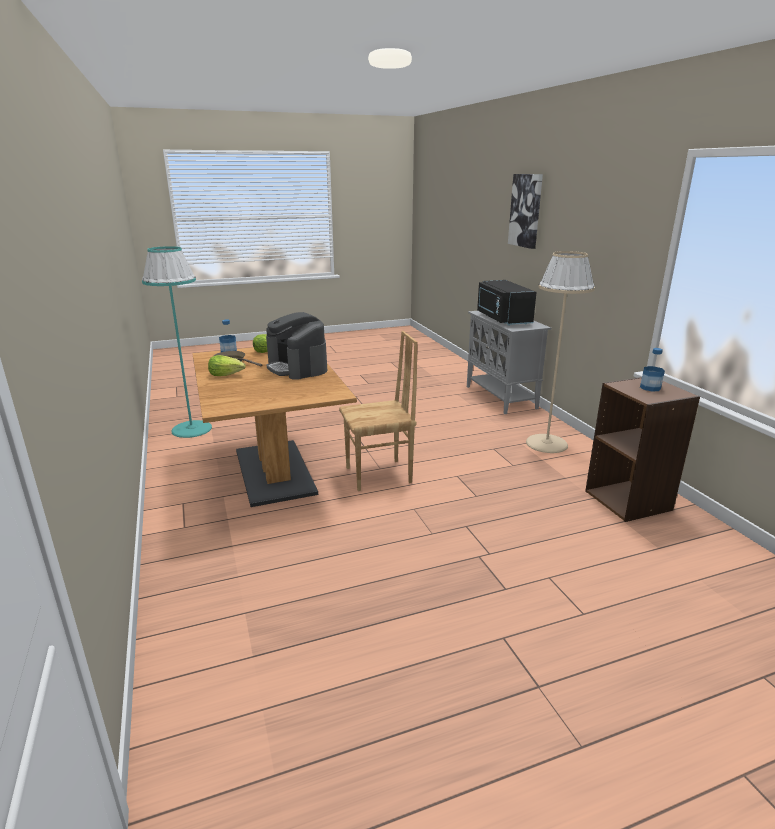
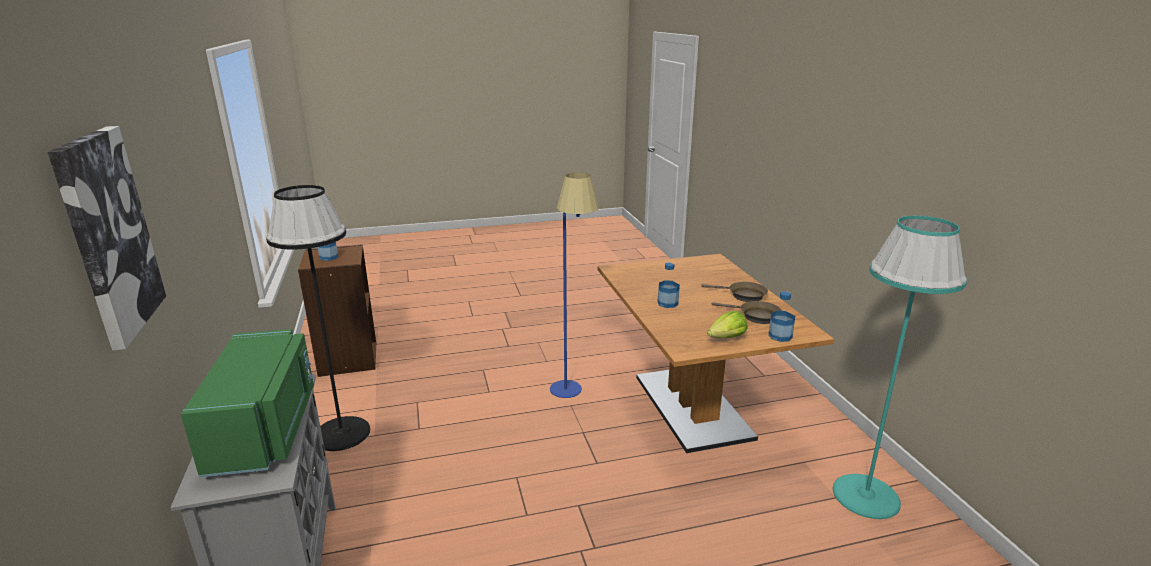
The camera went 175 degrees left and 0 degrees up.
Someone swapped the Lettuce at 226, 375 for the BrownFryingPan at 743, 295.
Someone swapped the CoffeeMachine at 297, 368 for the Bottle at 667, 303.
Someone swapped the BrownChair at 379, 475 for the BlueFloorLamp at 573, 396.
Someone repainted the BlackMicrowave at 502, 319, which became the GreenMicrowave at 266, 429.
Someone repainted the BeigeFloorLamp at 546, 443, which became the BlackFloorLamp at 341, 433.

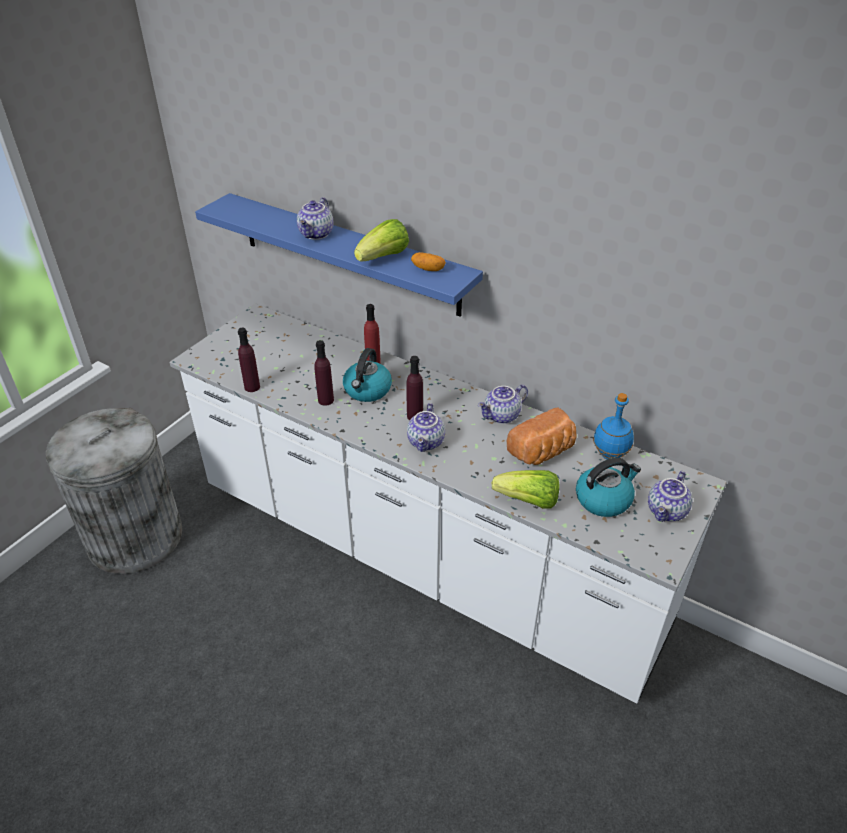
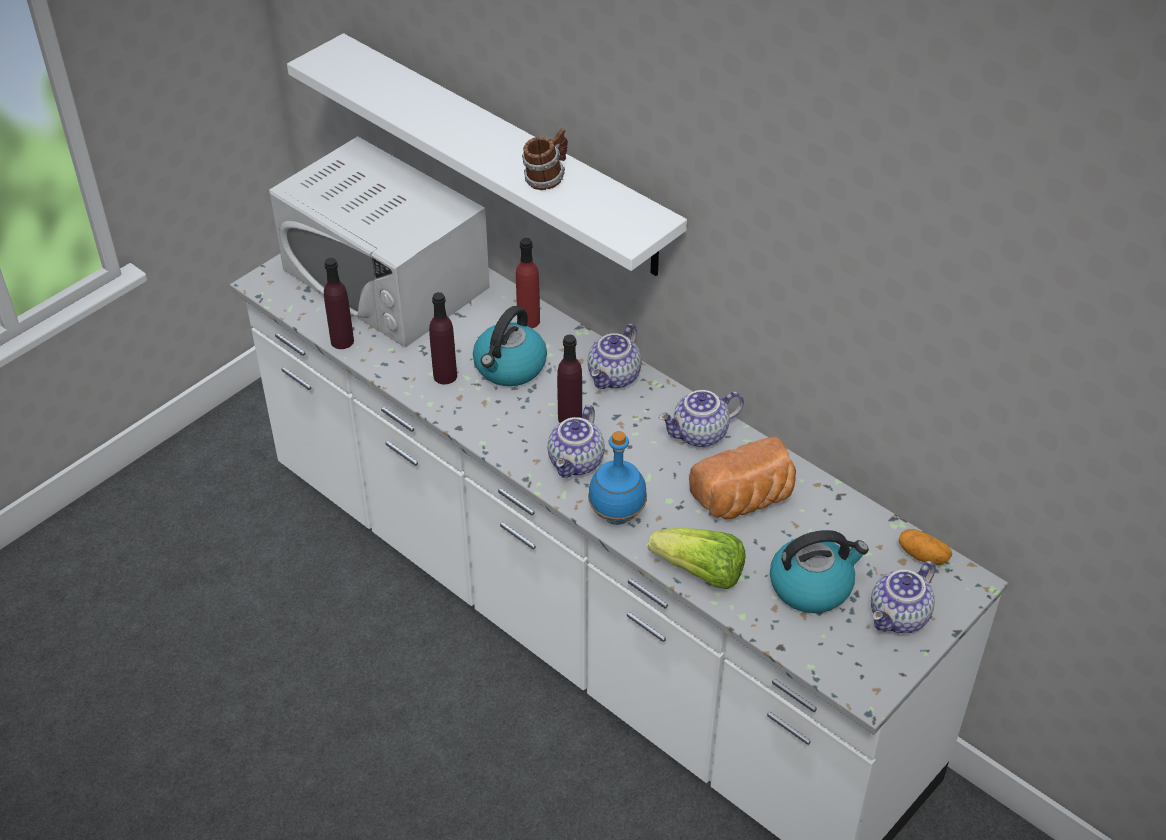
The camera went 10 degrees right and 5 degrees up.
Someone took away the GreyTrashCan at 135, 536.
Someone put down the WhiteMicrowave at 385, 278.
Someone carried the Teapot from 317, 234 to 615, 377.
Someone carried the Potato from 428, 269 to 923, 555.
Someone carried the BlueBottle from 609, 455 to 616, 515.
Someone swapped the Lettuce at 383, 257 for the Mug at 546, 179.
Someone repainted the BlueShelf at 347, 253, which became the WhiteShelf at 504, 154.

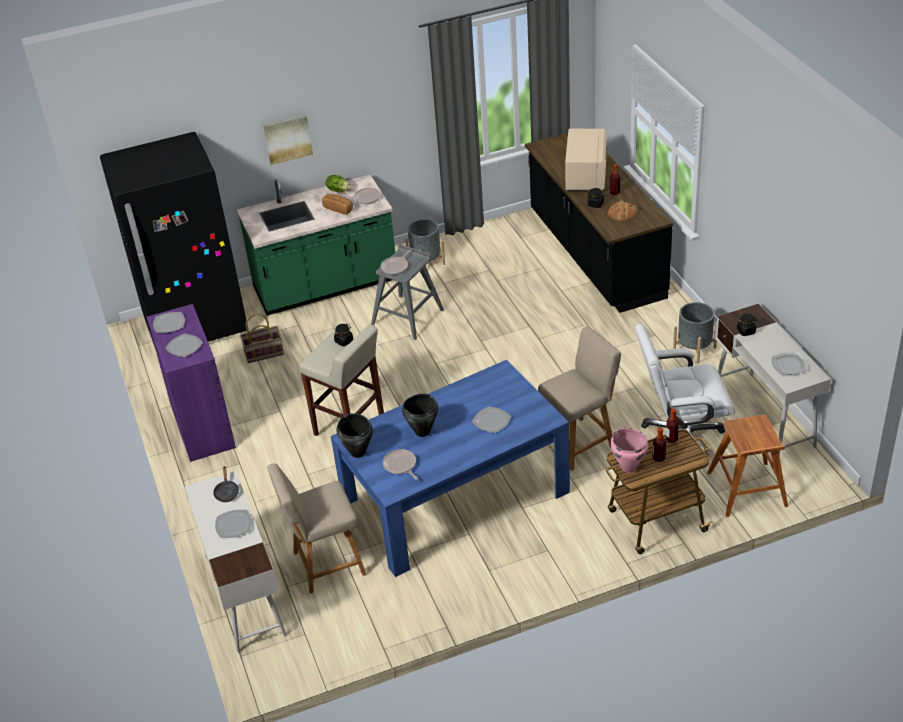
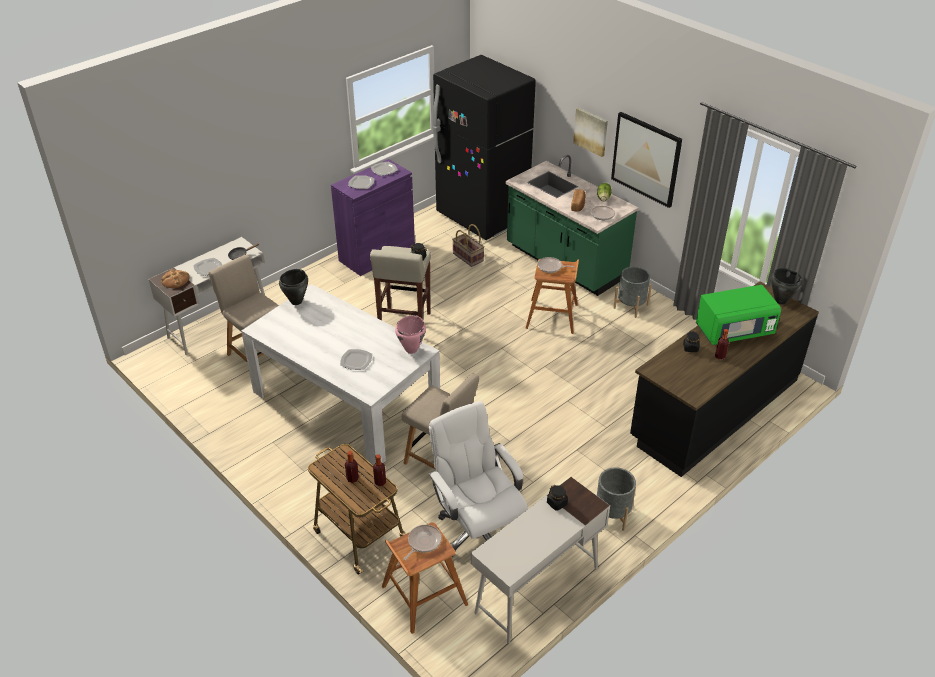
The camera went 65 degrees right and 0 degrees up.
Someone took away the Plate at 789, 365.
Someone put up the Picture at 646, 159.
Someone carried the FryingPan from 400, 465 to 423, 542.
Someone carried the BlackCookingPot from 422, 432 to 780, 300.
Someone carried the Bread from 622, 213 to 175, 280.
Someone carried the PinkCookingPot from 628, 467 to 411, 349.
Someone repainted the BlueDiningTable at 456, 498, which became the WhiteDiningTable at 346, 402.
Someone repainted the GreyStool at 408, 316, which became the BrownStool at 552, 316.
Someone repainted the BeigeMicrowave at 585, 176, which became the GreenMicrowave at 733, 331.

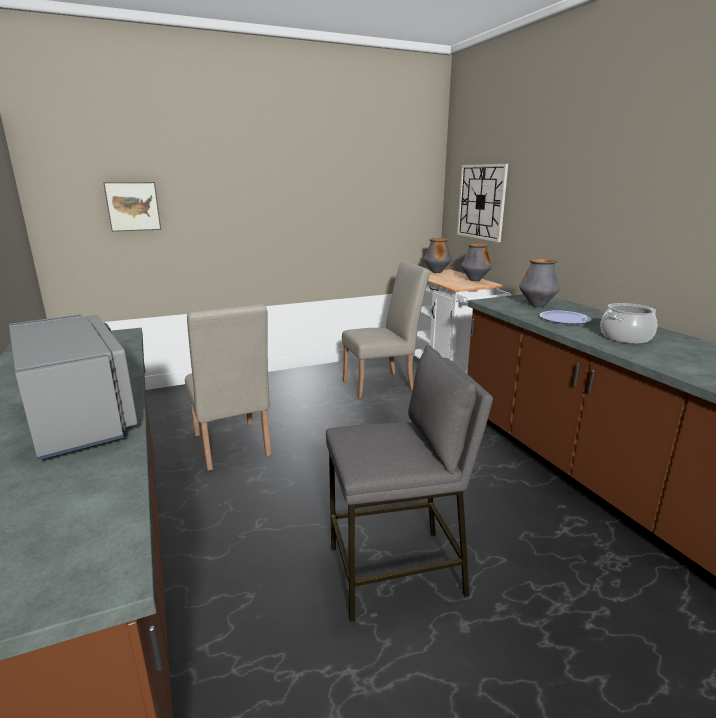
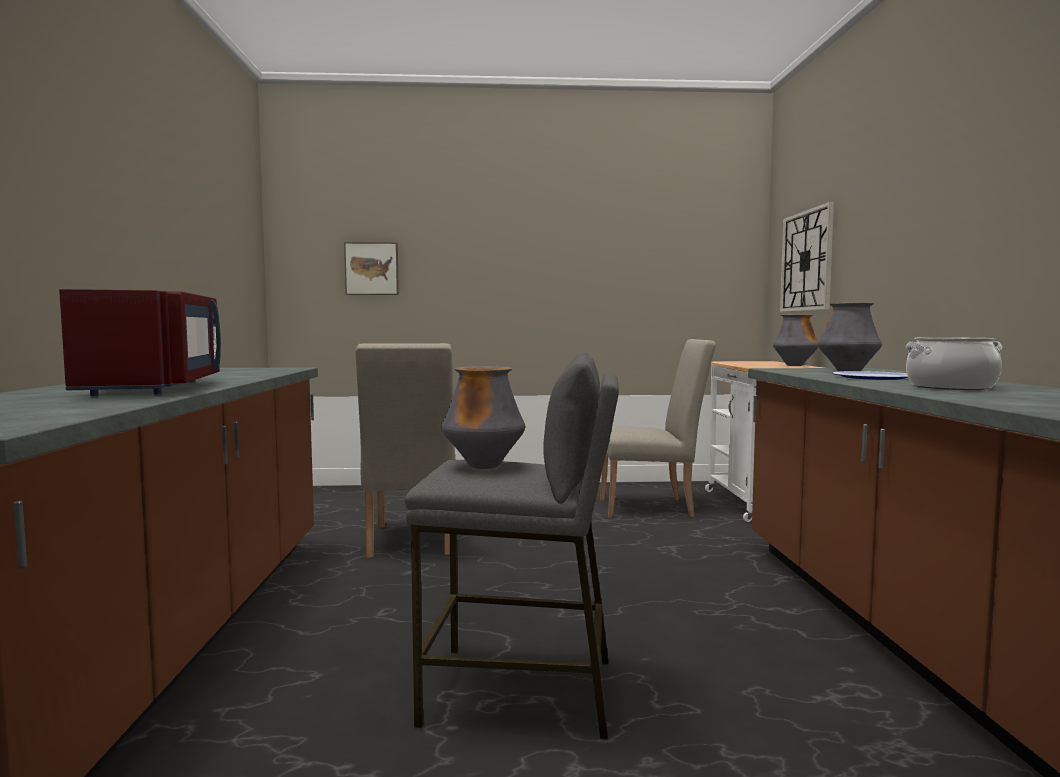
The camera went 20 degrees right and 15 degrees down.
Someone carried the Vase from 436, 272 to 484, 466.
Someone repainted the GreyMicrowave at 79, 416, which became the RedMicrowave at 156, 388.

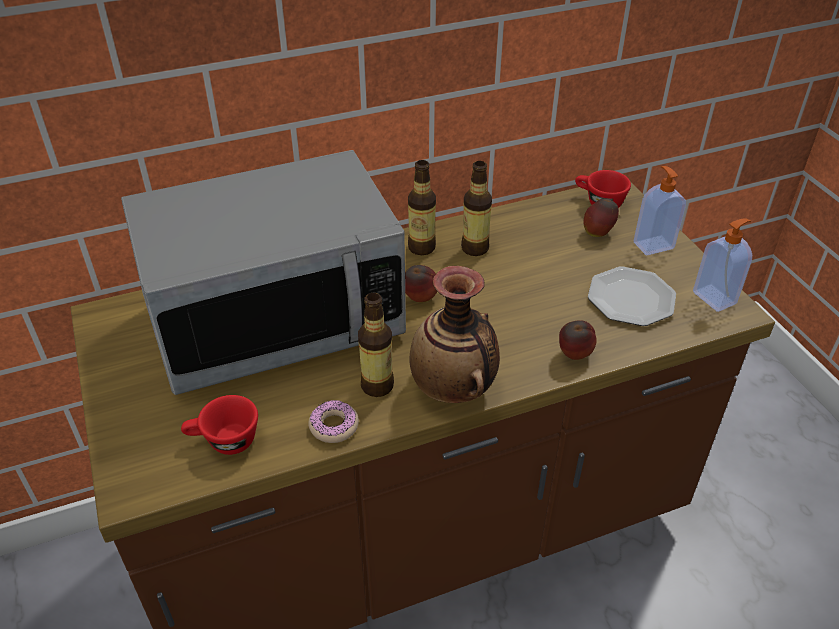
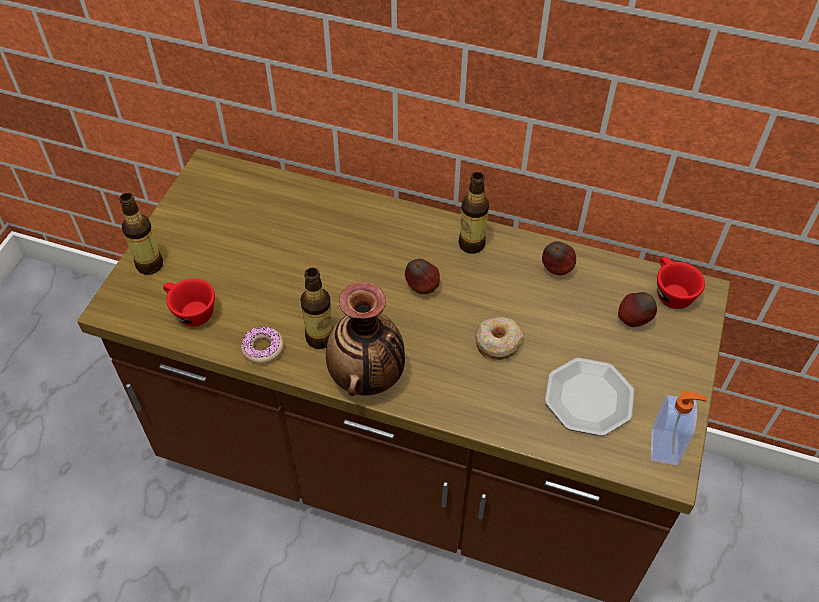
The camera went 40 degrees right and 10 degrees up.
Someone took away the Microwave at 276, 319.
Someone took away the SoapDispenser at 652, 244.
Someone put down the Donut at 497, 343.
Someone carried the Bottle from 475, 248 to 149, 265.
Someone carried the Apple from 574, 356 to 556, 270.

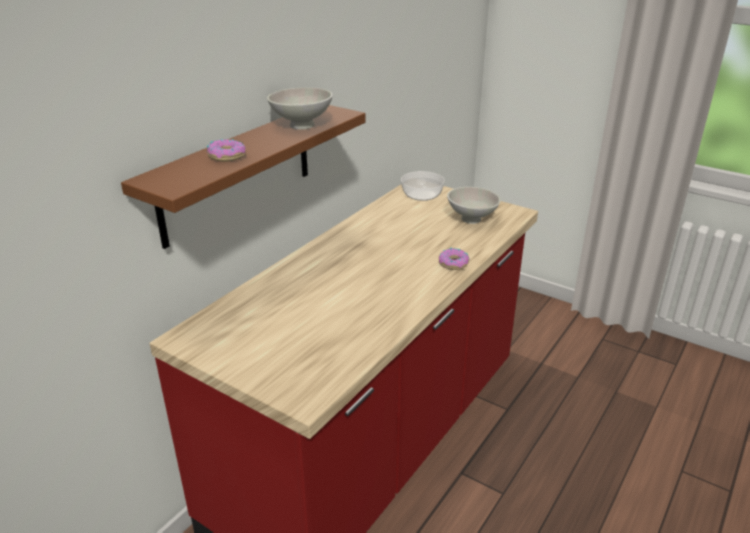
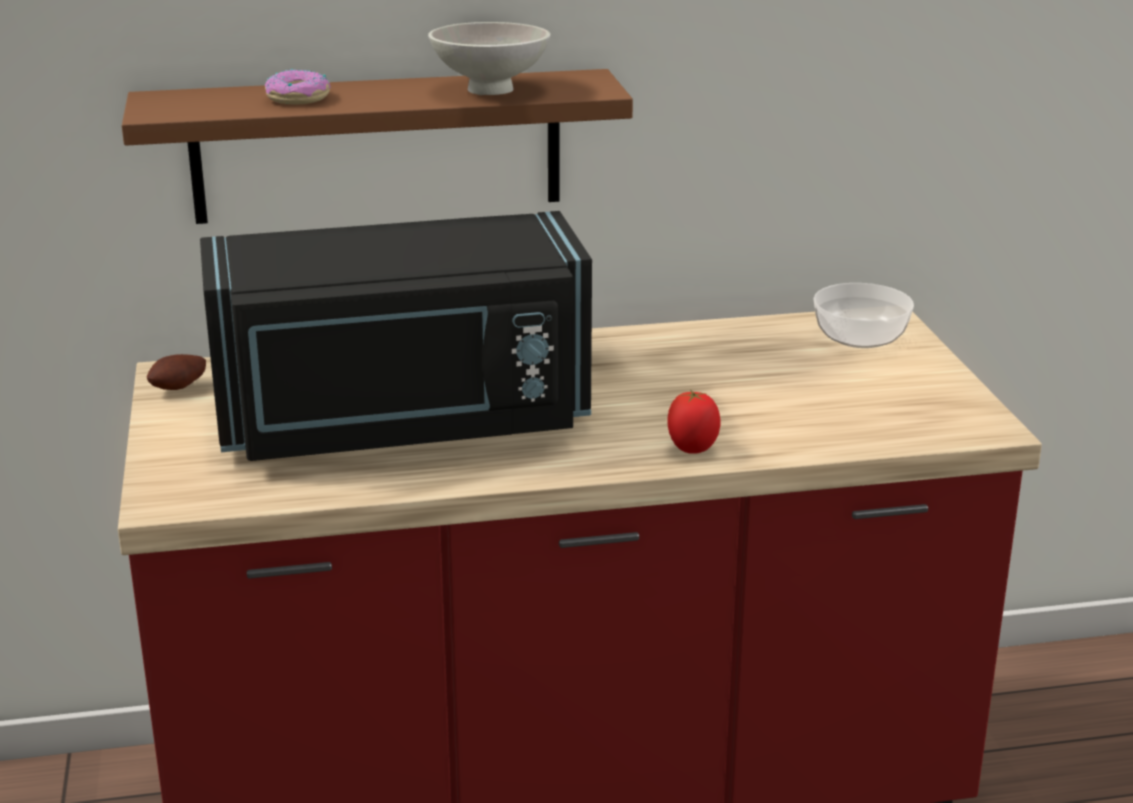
The camera went 45 degrees right and 5 degrees down.
Someone took away the WhiteBowl at 471, 218.
Someone put down the Potato at 180, 389.
Someone put down the BlackMicrowave at 403, 424.
Someone swapped the Donut at 454, 263 for the Tomato at 692, 449.

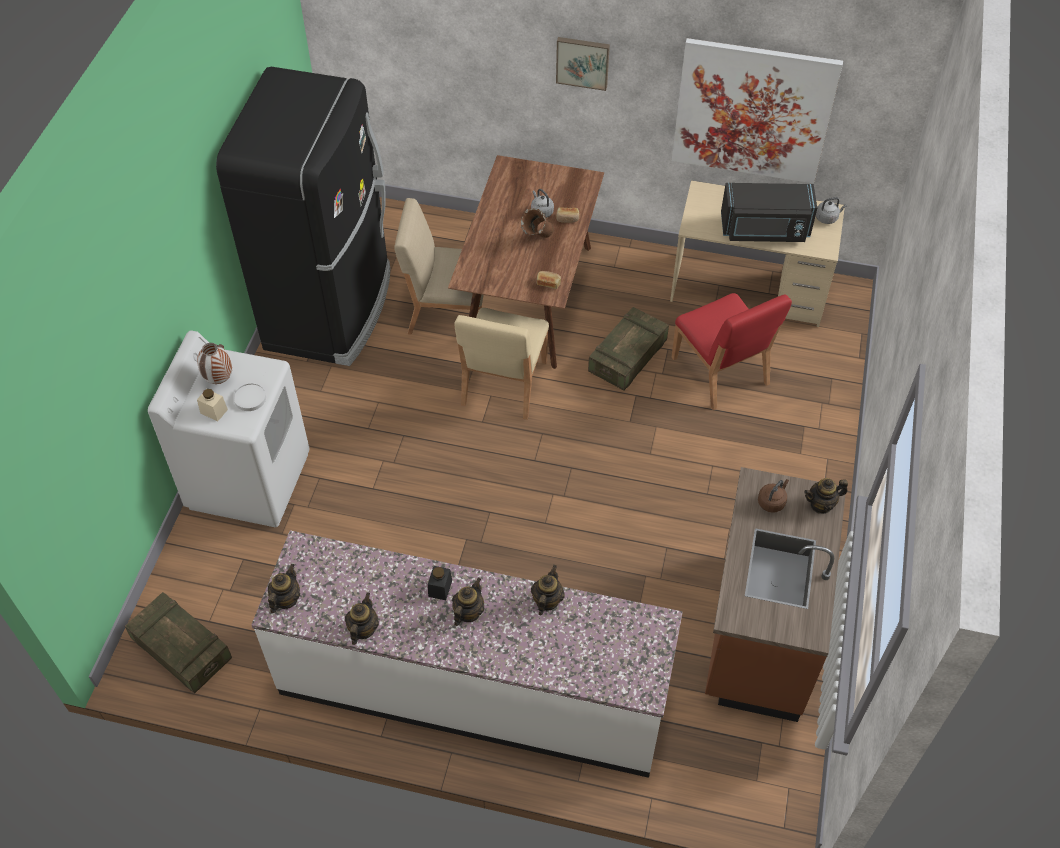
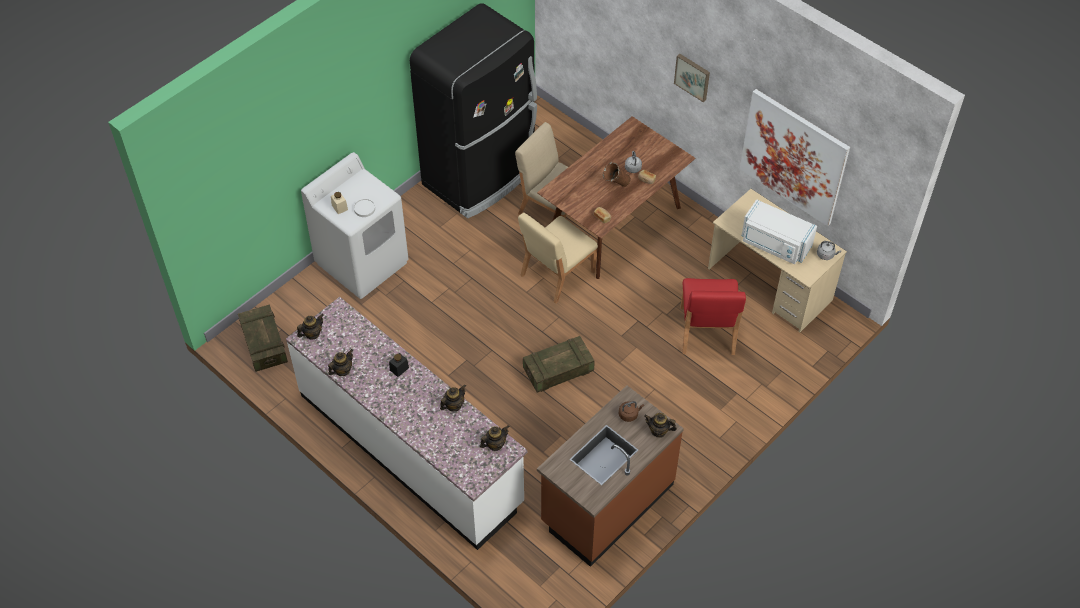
The camera went 30 degrees right and 0 degrees up.
Someone took away the Vase at 219, 380.
Someone carried the Teapot from 468, 612 to 495, 444.
Someone carried the Crate from 627, 358 to 558, 370.
Someone repainted the BlackMicrowave at 765, 230, which became the WhiteMicrowave at 774, 244.

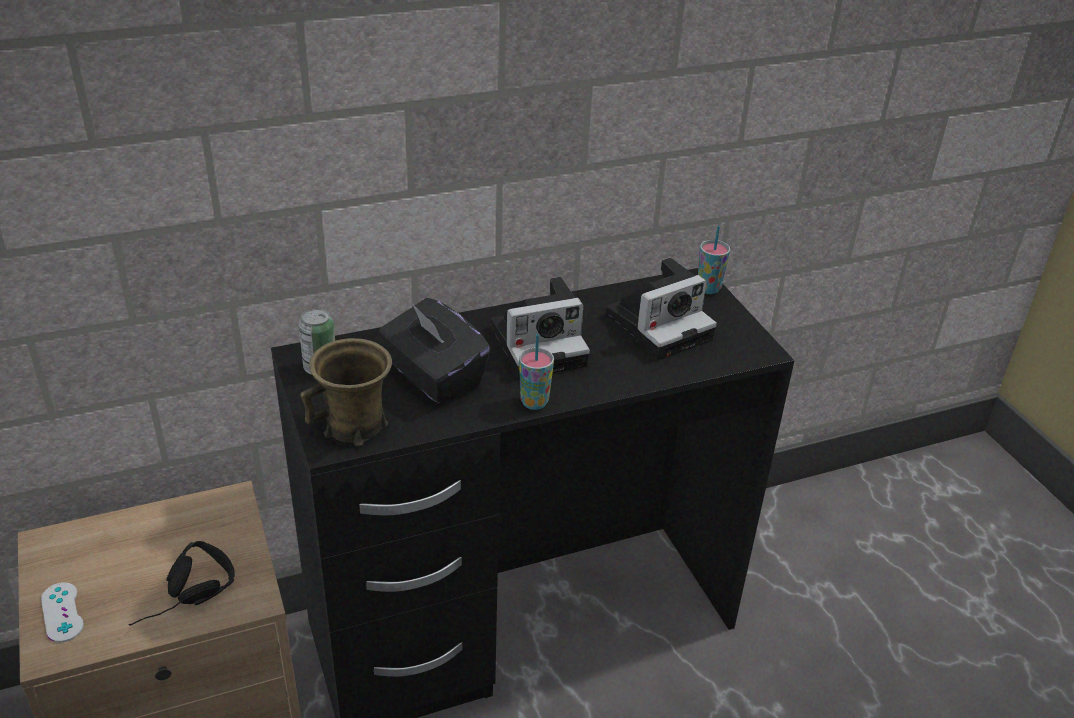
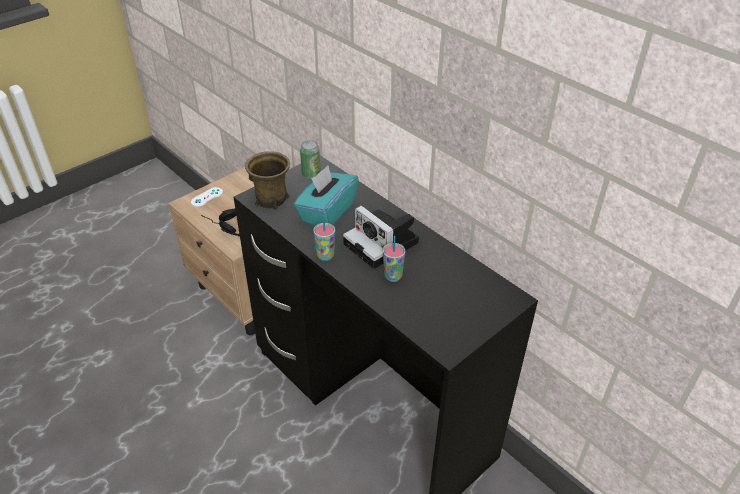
The camera went 70 degrees right and 5 degrees up.
Someone took away the PhotoCamera at 661, 325.
Someone carried the Cup from 708, 288 to 393, 276.
Someone repainted the BlackTissueBox at 433, 376, which became the TurquoiseTissueBox at 327, 213.

